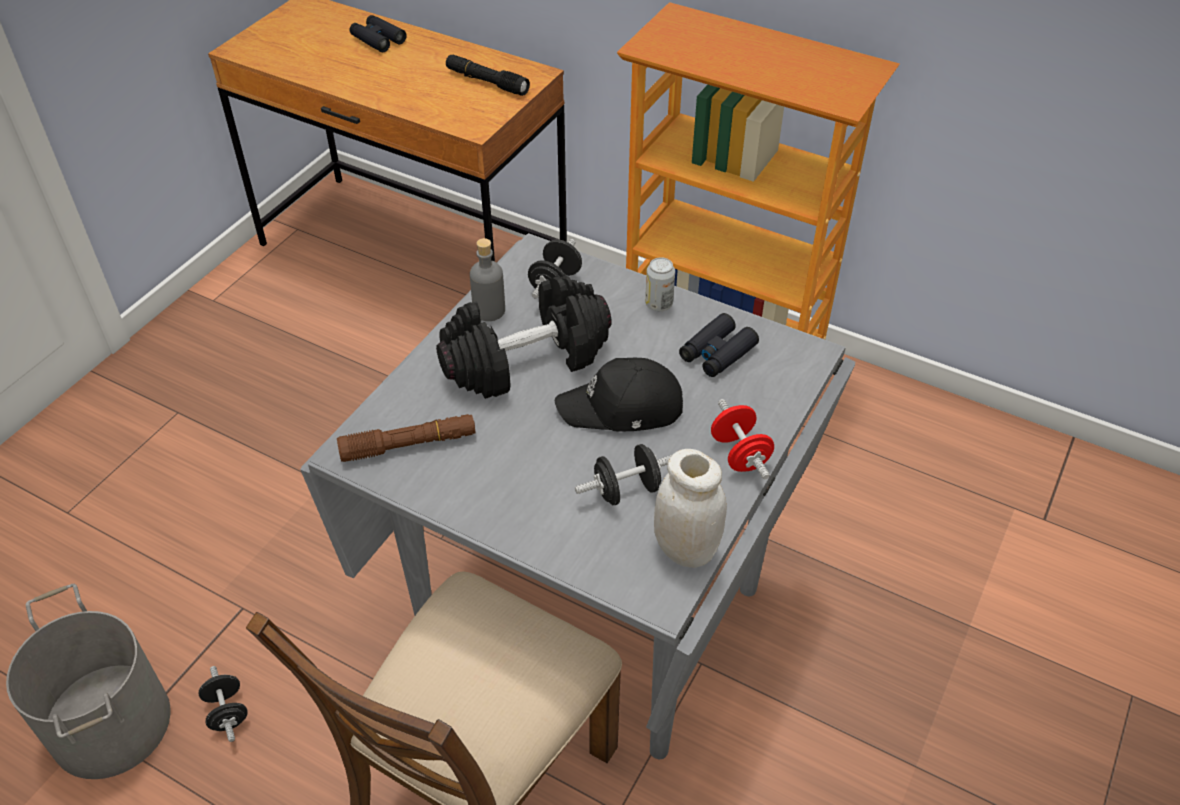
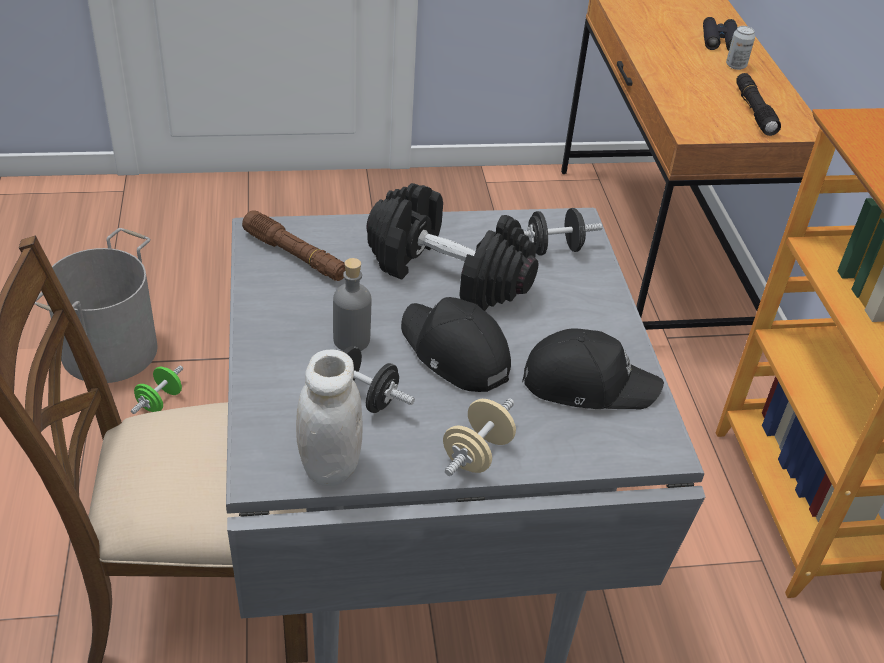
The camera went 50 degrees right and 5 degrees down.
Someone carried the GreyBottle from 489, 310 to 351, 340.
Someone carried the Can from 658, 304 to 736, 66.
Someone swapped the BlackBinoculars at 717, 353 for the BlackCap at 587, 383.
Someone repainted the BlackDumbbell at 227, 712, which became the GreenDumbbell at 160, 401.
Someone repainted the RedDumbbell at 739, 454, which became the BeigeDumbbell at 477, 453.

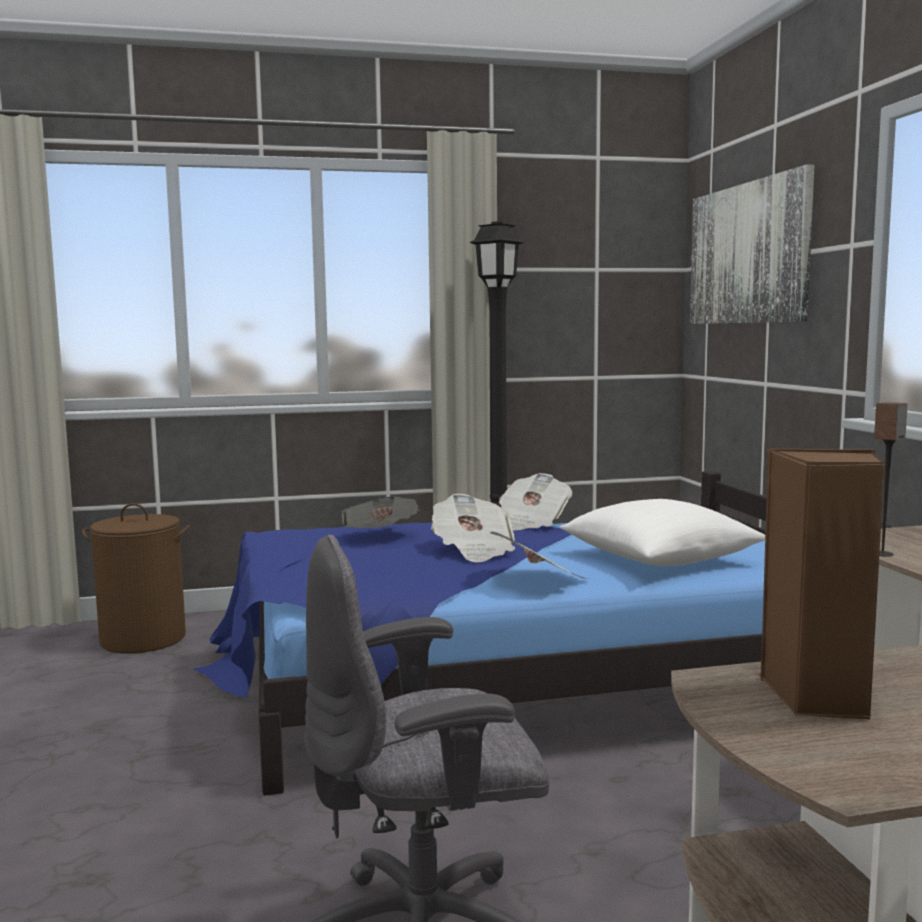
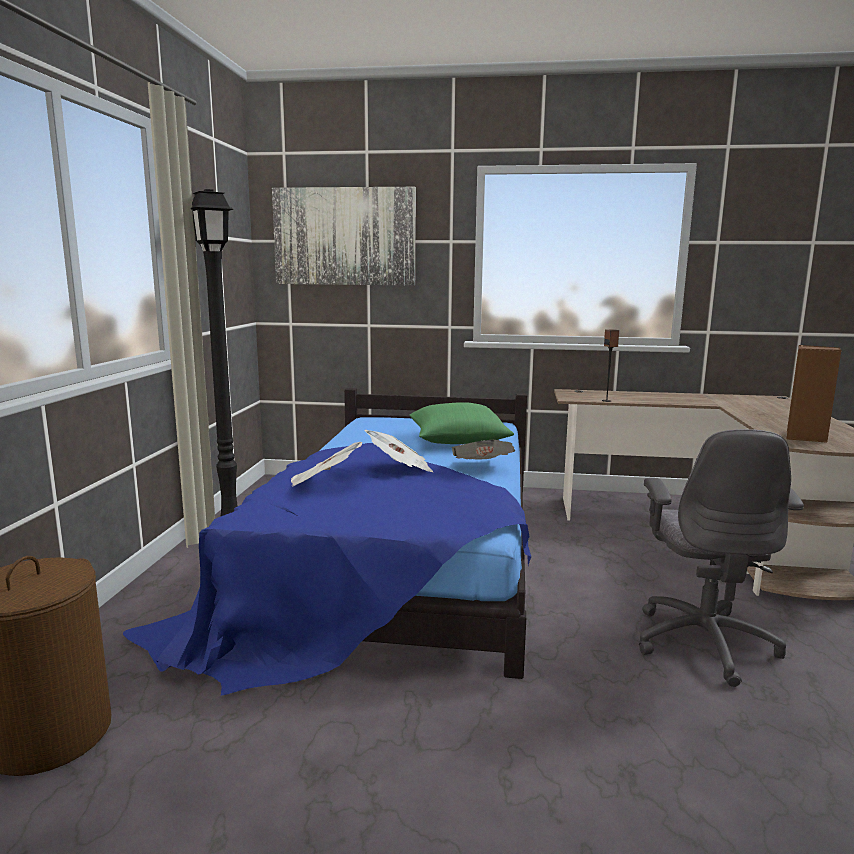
The camera went 70 degrees left and 5 degrees up.
Someone took away the Newspaper at 532, 523.
Someone repainted the WhitePillow at 659, 558, which became the GreenPillow at 458, 440.

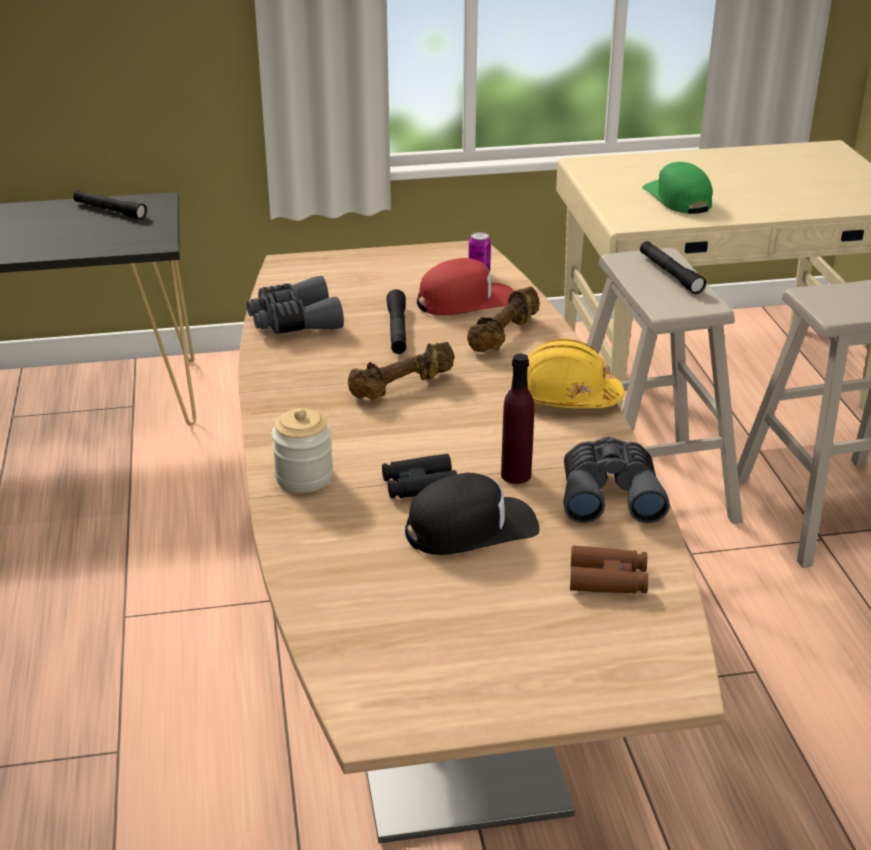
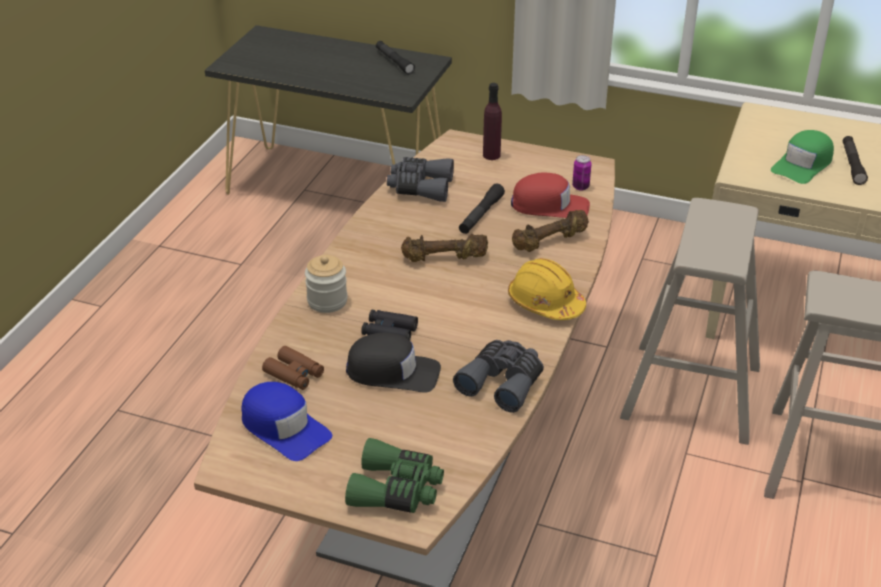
The camera went 30 degrees right and 5 degrees up.
Someone put down the BlueCap at 284, 428.
Someone put down the GreenBinoculars at 397, 489.
Someone carried the PurpleBottle from 516, 475 to 491, 155.
Someone carried the BrownBinoculars from 608, 579 to 294, 374.
Someone carried the BlackFlashlight from 670, 274 to 852, 165.
Someone rotated the GreenCap at 677, 198 by 150 degrees counterclockwise.

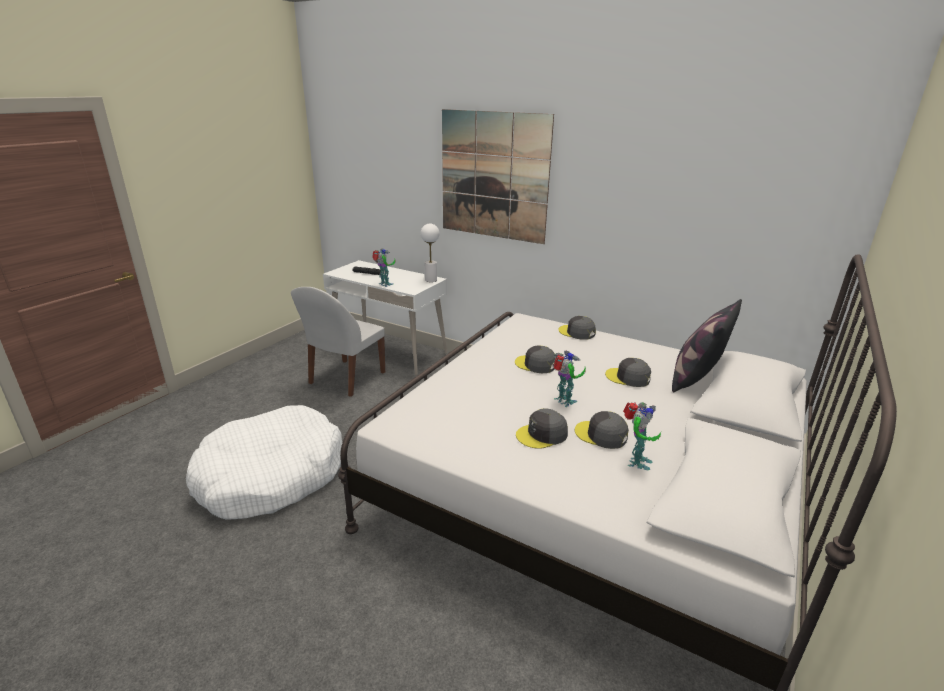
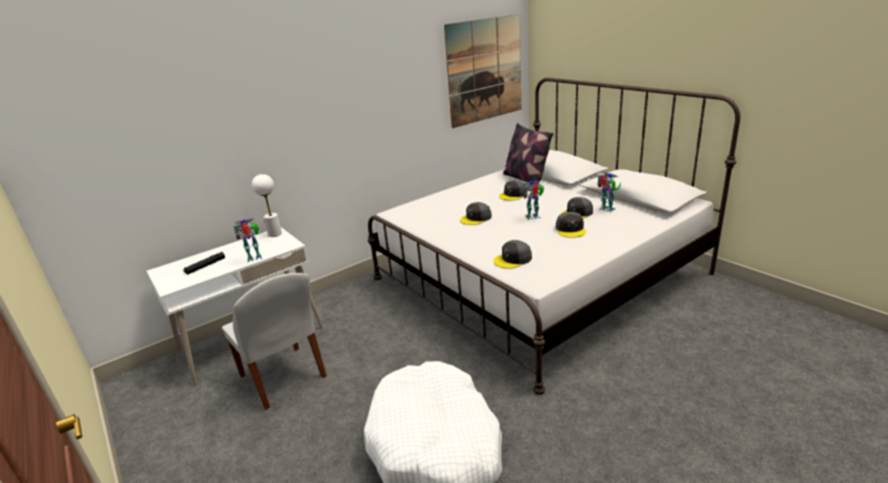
The camera went 65 degrees left and 0 degrees up.
Someone carried the Picture from 494, 176 to 485, 70.
Someone carried the GreyCap from 577, 332 to 513, 259.

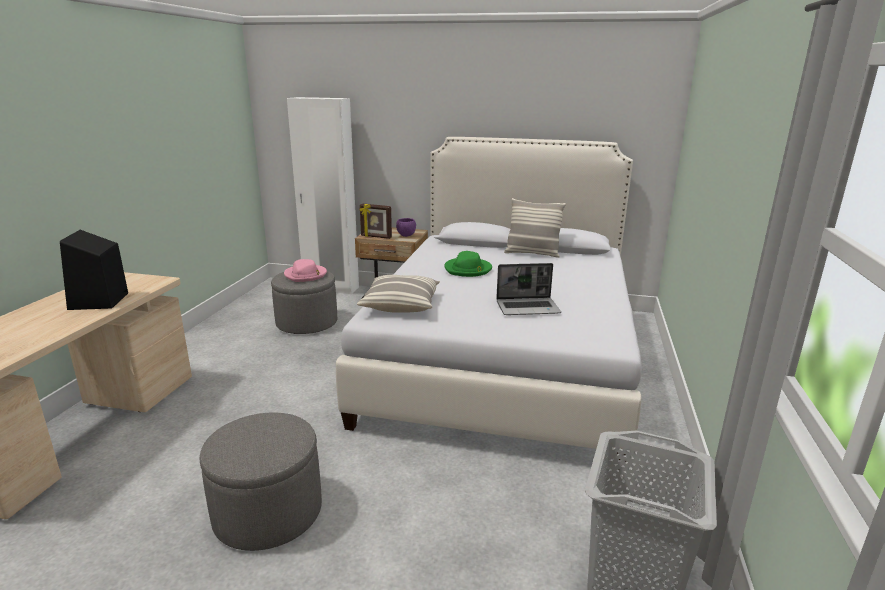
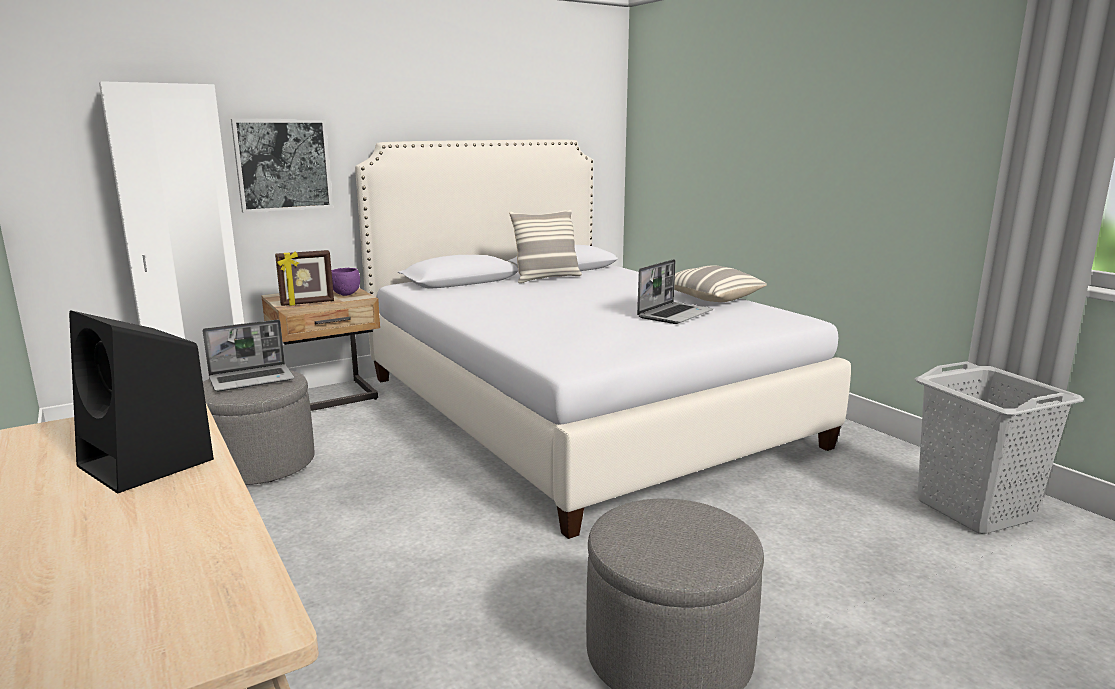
The camera went 45 degrees left and 5 degrees down.
Someone took away the GreenHat at 468, 269.
Someone put up the Picture at 283, 165.
Someone carried the Pillow from 400, 305 to 710, 298.
Someone swapped the PinkHat at 305, 275 for the Laptop at 253, 379.

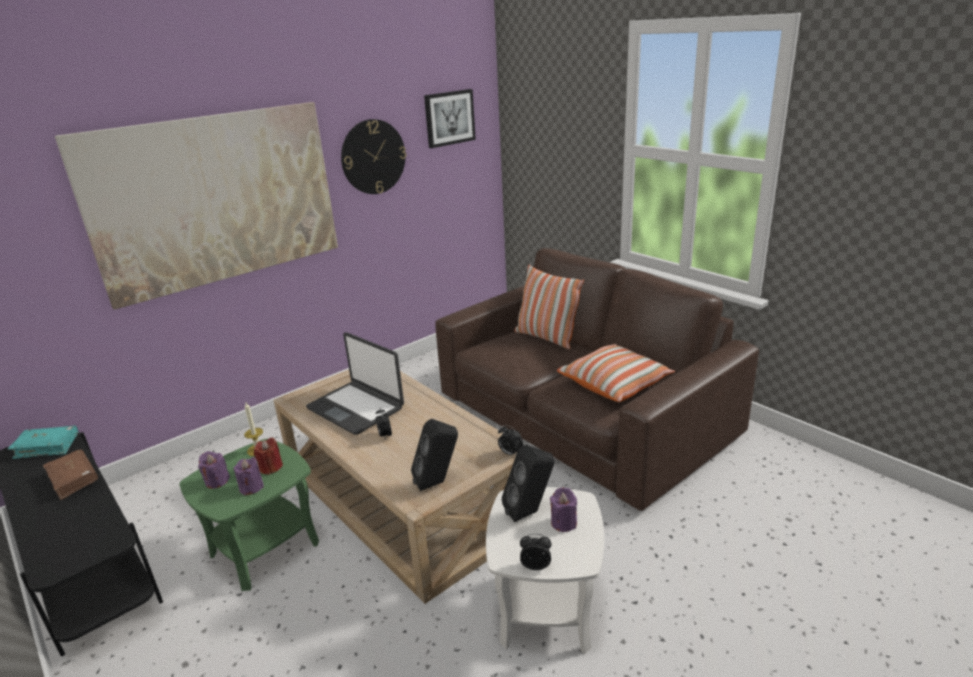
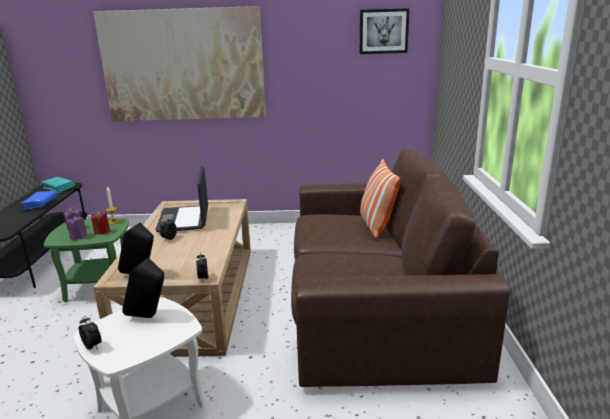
The camera went 40 degrees right and 5 degrees down.
Someone took away the WallClock at 373, 157.
Someone took away the PurpleCandle at 563, 523.
Someone took away the Pillow at 615, 384.
Someone repainted the BrownBook at 73, 479, which became the BlueBook at 40, 204.

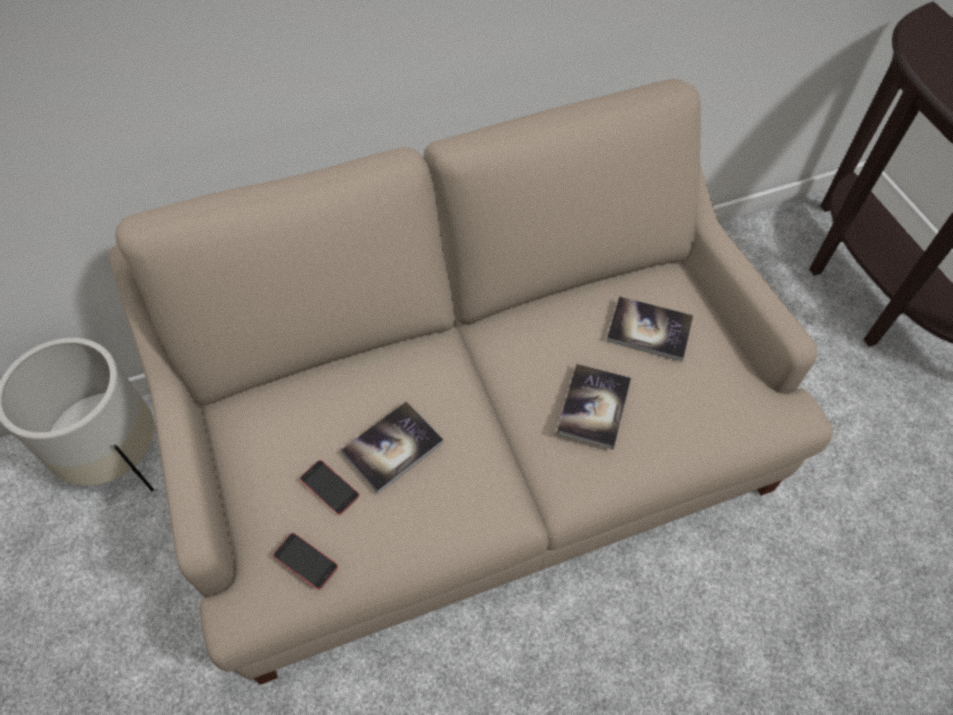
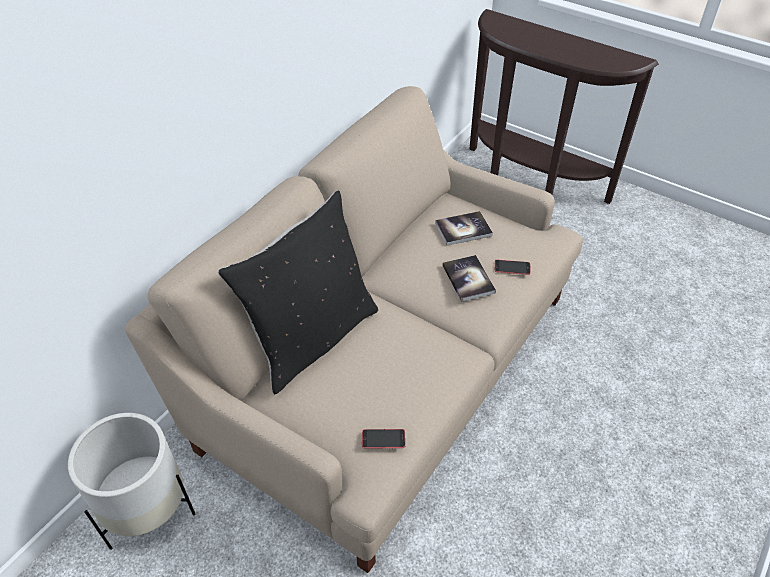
The camera went 35 degrees left and 10 degrees down.
Someone took away the Book at 392, 448.
Someone put down the BlackPillow at 311, 338.
Someone carried the Phone from 329, 487 to 512, 267.

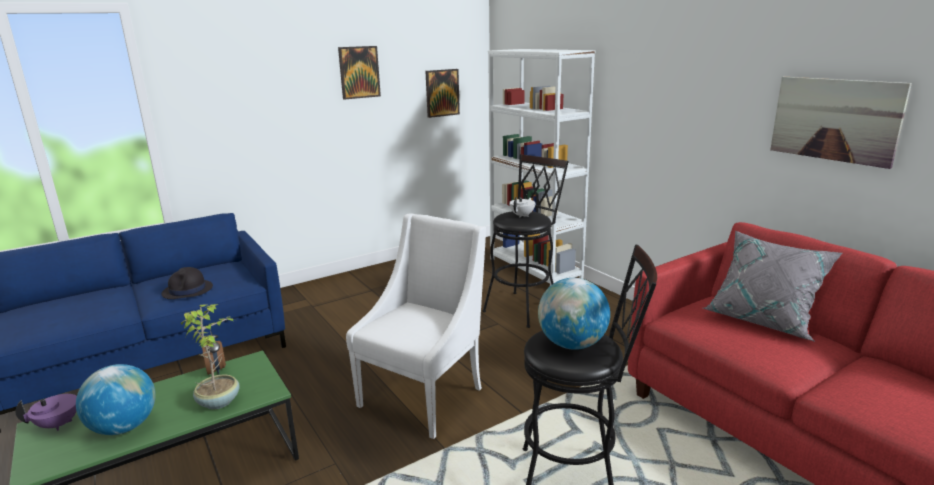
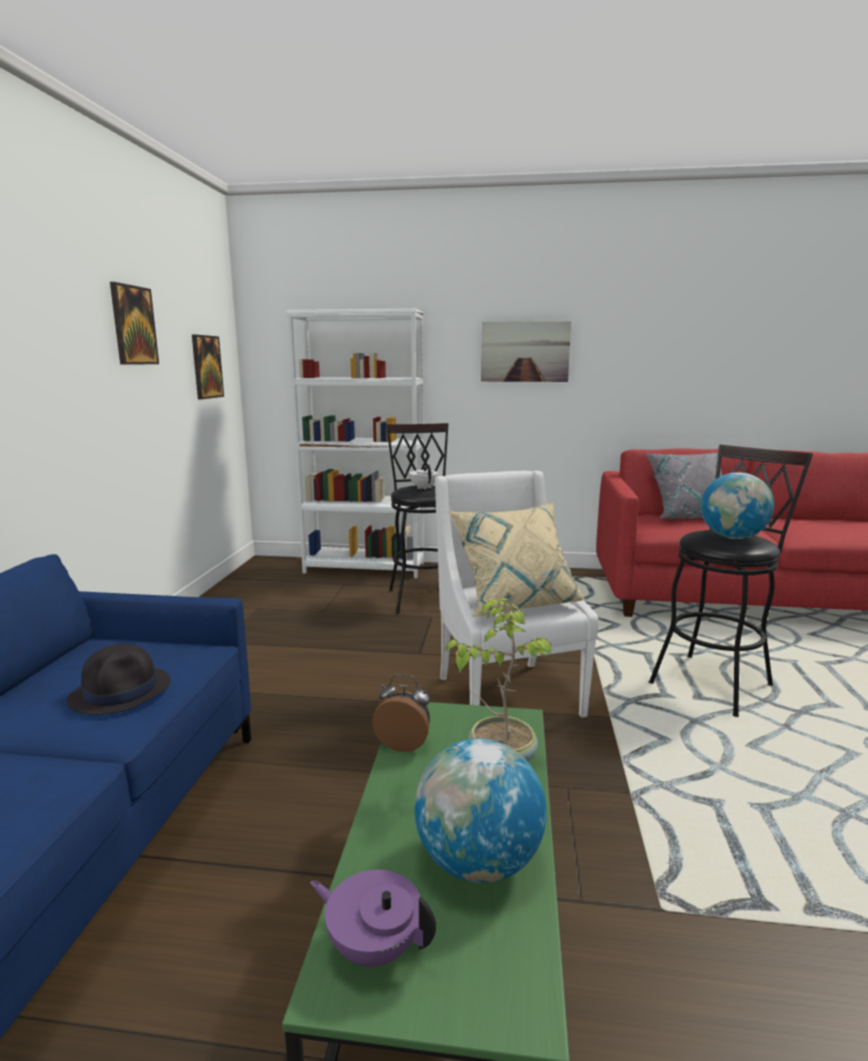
The camera went 50 degrees left and 5 degrees down.
Someone put down the BeigePillow at 516, 603.
Someone carried the Picture from 834, 119 to 525, 351.
Someone rotated the PurpleTeapot at 59, 424 by 75 degrees counterclockwise.

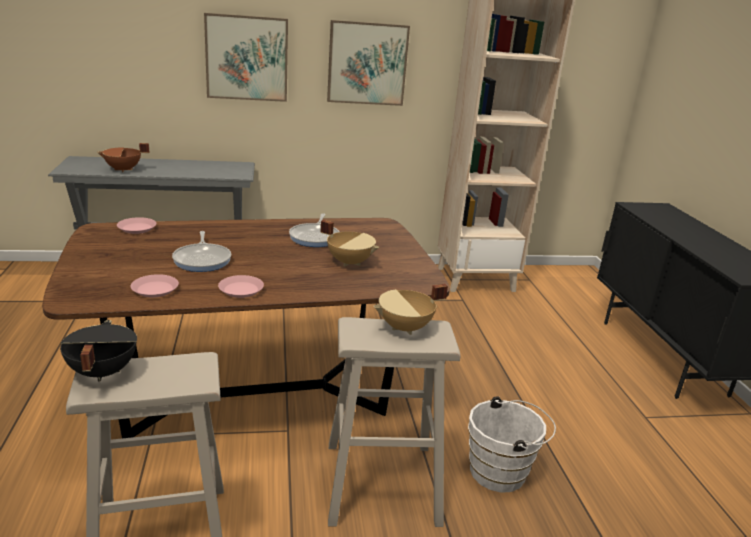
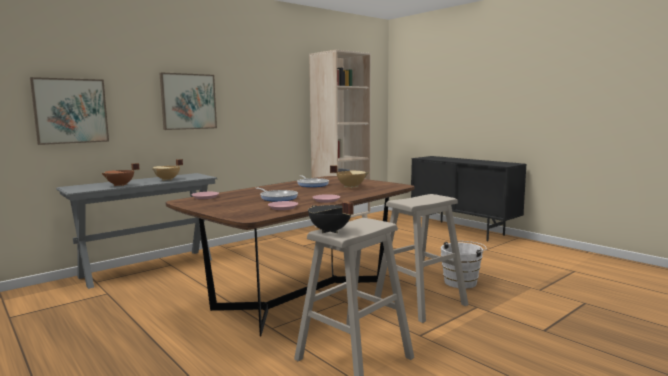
The camera went 30 degrees left and 15 degrees down.
Someone carried the Picture from 367, 63 to 70, 111.
Someone carried the BeigeCookingPot from 405, 328 to 168, 179.

